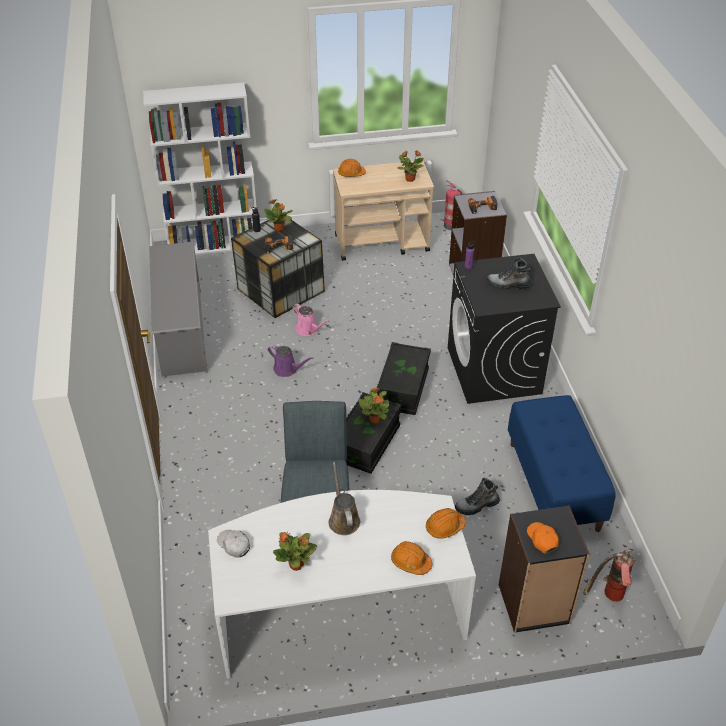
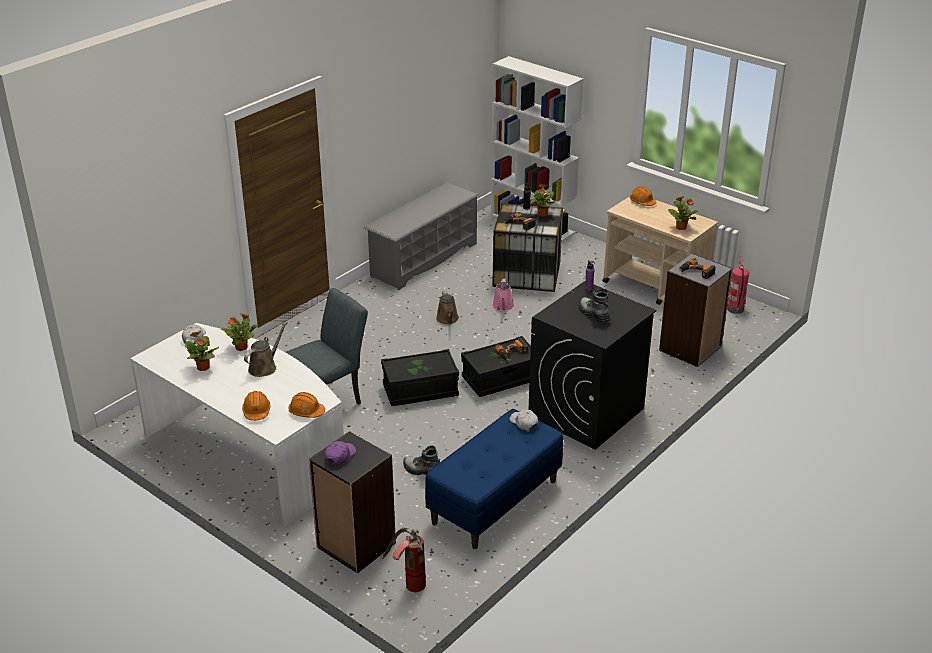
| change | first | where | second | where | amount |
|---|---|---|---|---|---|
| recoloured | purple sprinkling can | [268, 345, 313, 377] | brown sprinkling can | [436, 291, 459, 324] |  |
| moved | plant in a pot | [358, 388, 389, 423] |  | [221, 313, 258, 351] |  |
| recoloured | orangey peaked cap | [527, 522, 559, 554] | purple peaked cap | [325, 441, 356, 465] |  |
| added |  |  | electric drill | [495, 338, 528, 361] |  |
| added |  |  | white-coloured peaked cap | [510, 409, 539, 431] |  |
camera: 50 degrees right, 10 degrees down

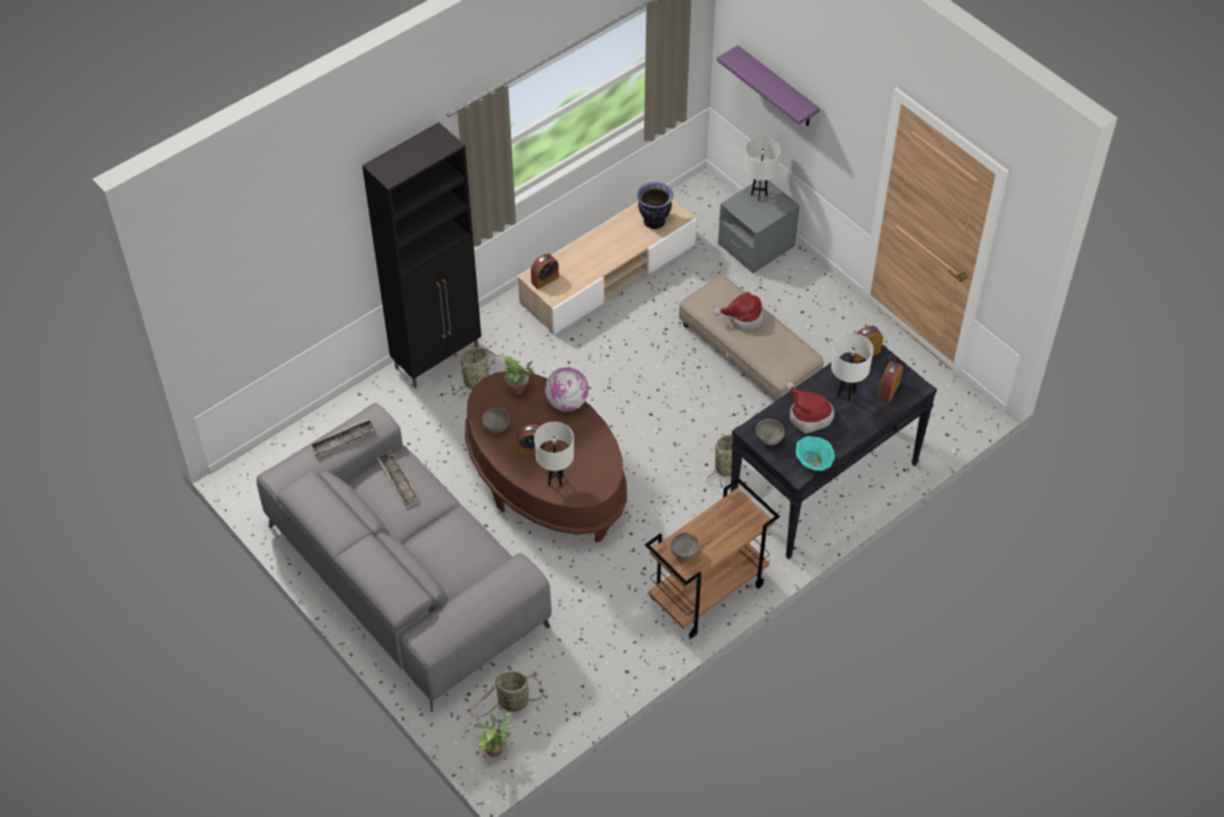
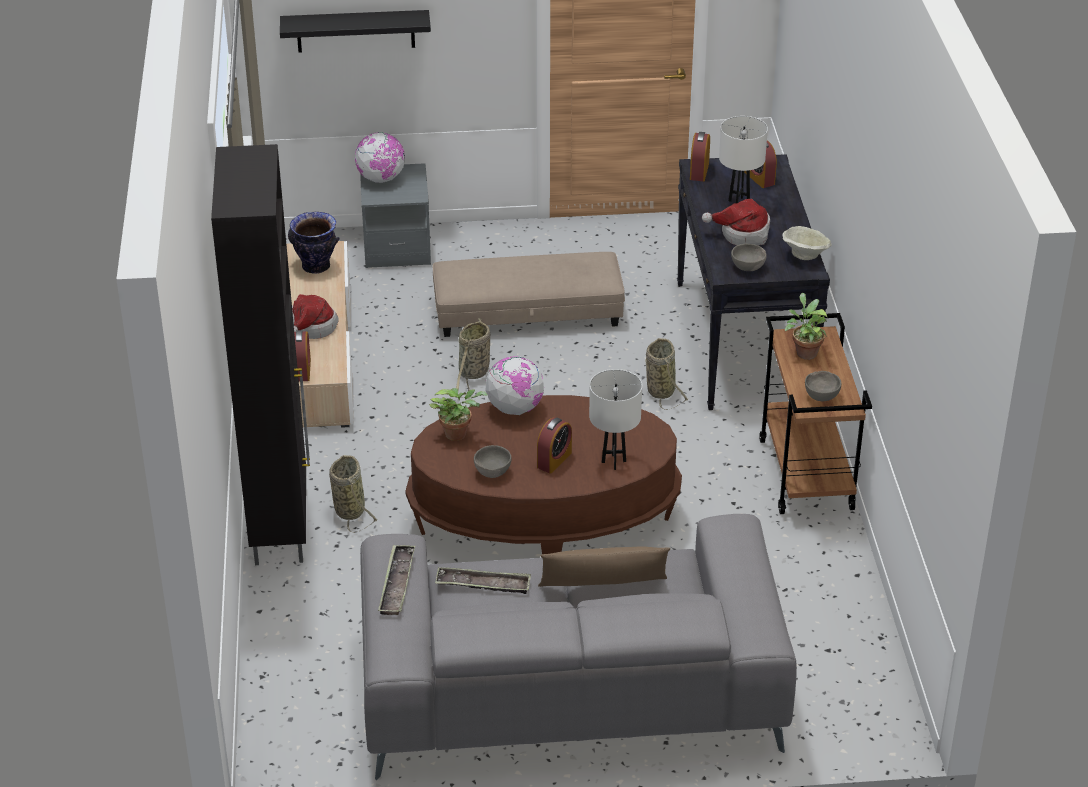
| change | first | where | second | where | amount |
|---|---|---|---|---|---|
| moved | storage basket | [468, 672, 544, 717] |  | [456, 318, 490, 398] |  |
| moved | plant in a pot | [474, 713, 514, 757] |  | [785, 293, 828, 360] |  |
| moved | wearable hat | [713, 292, 763, 331] |  | [292, 294, 339, 339] |  |
| recoloured | purple wall shelf | [717, 45, 820, 126] | black wall shelf | [280, 10, 431, 53] |  |
| replaced | white-coloured tabletop lamp | [744, 137, 781, 201] | world globe | [355, 132, 405, 183] |  |
| recoloured | turquoise serving bowl | [796, 436, 835, 471] | beige-coloured serving bowl | [783, 226, 832, 260] |  |
| added |  |  | brown throw pillow | [538, 547, 670, 587] |  |
camera: 55 degrees left, 15 degrees down

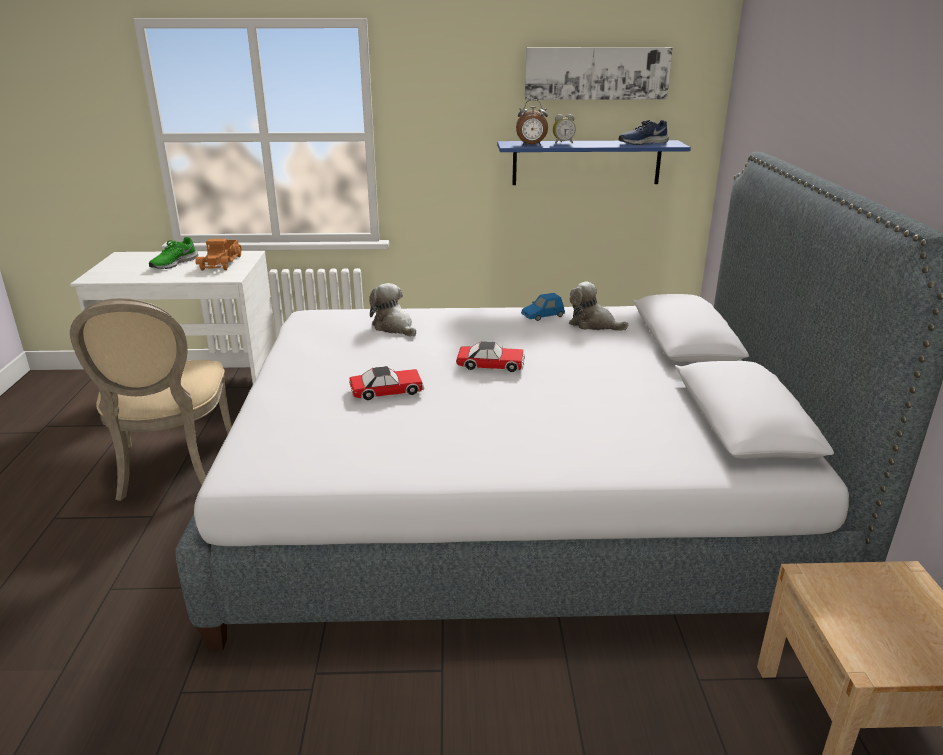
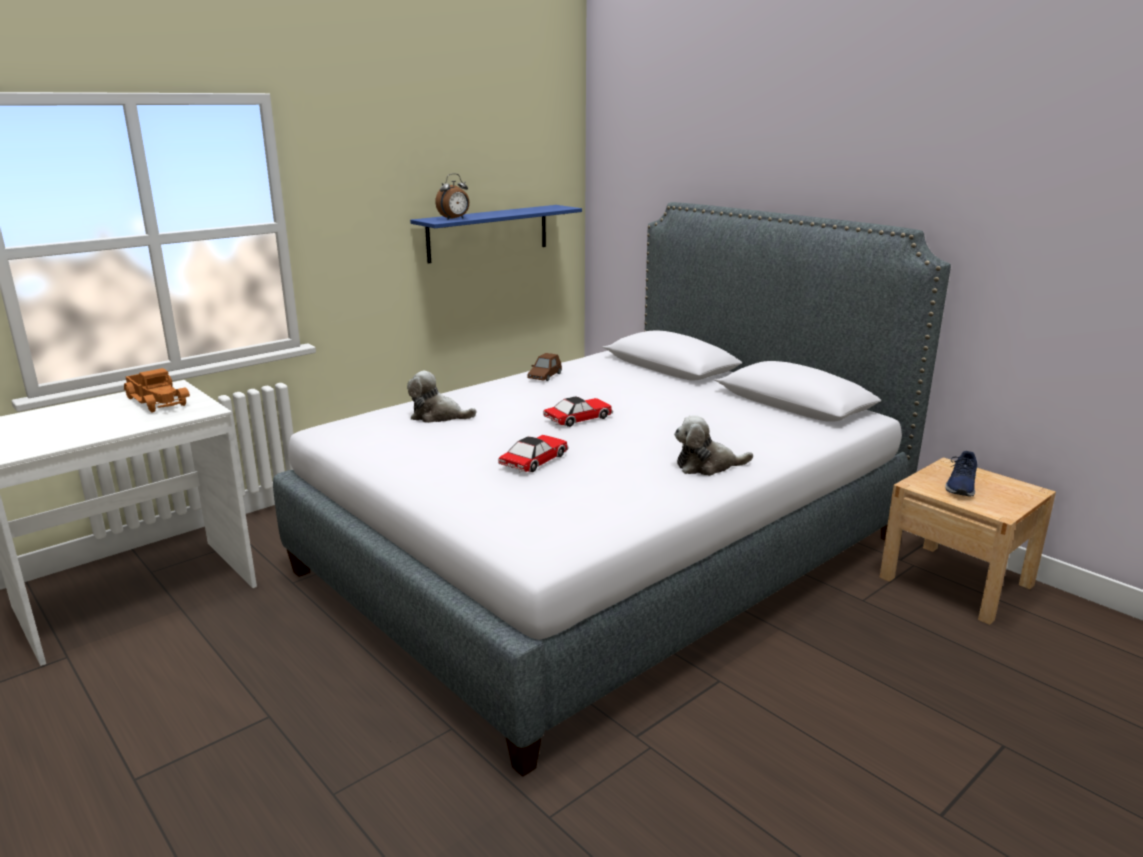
| change | first | where | second | where | amount |
|---|---|---|---|---|---|
| removed | beige-coloured upright chair | [70, 298, 232, 501] |  |  |  |
| removed | greenish low shoe | [149, 237, 198, 269] |  |  |  |
| recoloured | blue toy car | [521, 293, 565, 321] | brown toy car | [527, 353, 562, 381] |  |
| removed | wall picture | [525, 47, 673, 100] |  |  |  |
| removed | bedside clock | [553, 114, 576, 144] |  |  |  |
| moved | soft toy | [569, 281, 629, 331] |  | [674, 415, 753, 476] |  |
| moved | blue low shoe | [619, 120, 669, 145] |  | [945, 451, 977, 496] |  |
camera: 40 degrees left, 5 degrees down

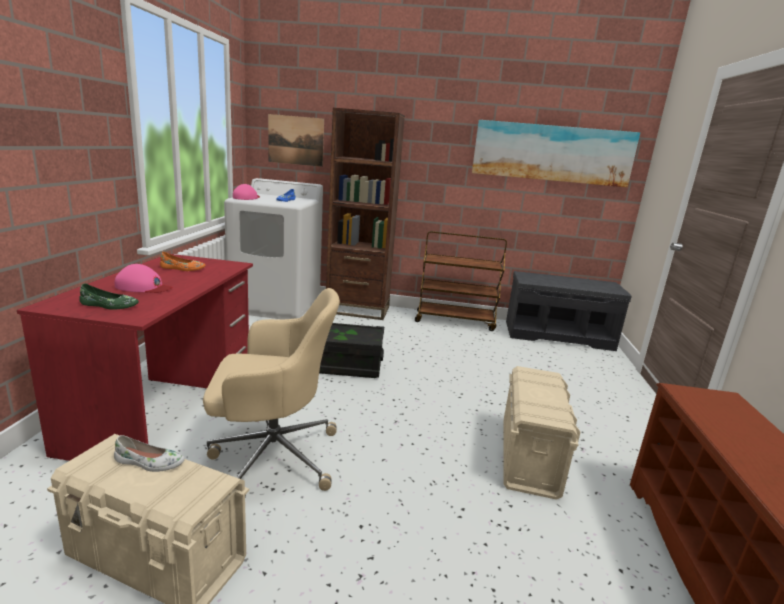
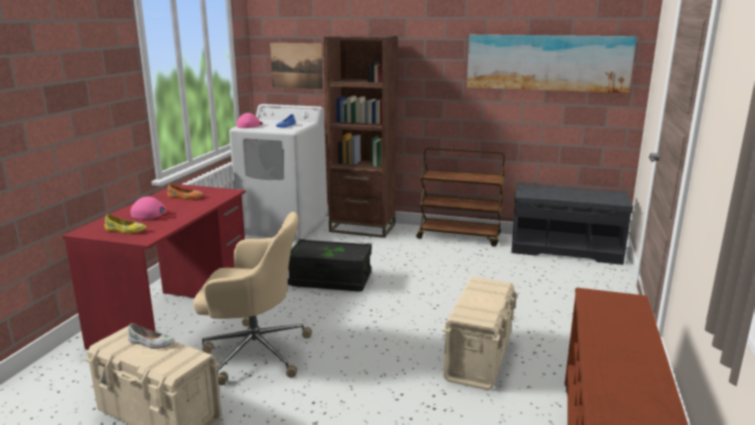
| change | first | where | second | where | amount |
|---|---|---|---|---|---|
| recoloured | greenish low shoe | [79, 284, 139, 310] | yellowish low shoe | [105, 214, 147, 234] |  |
camera: 10 degrees right, 0 degrees up

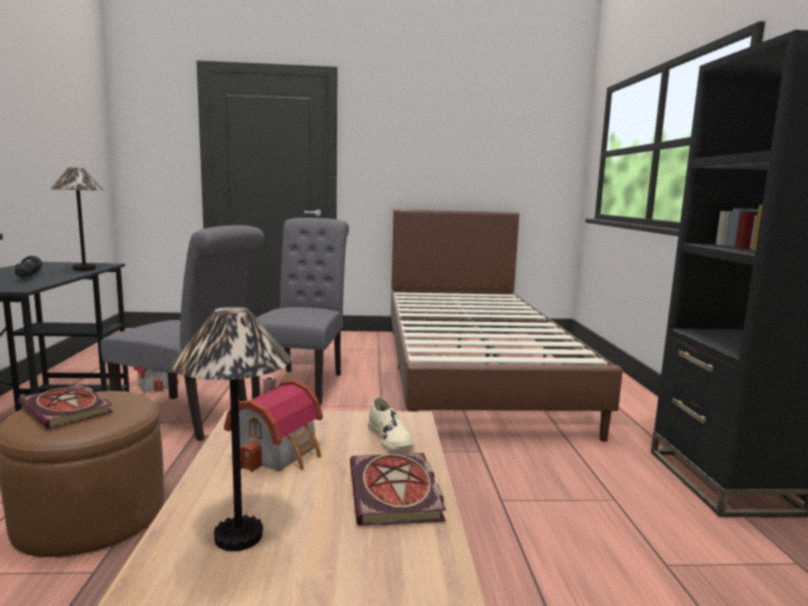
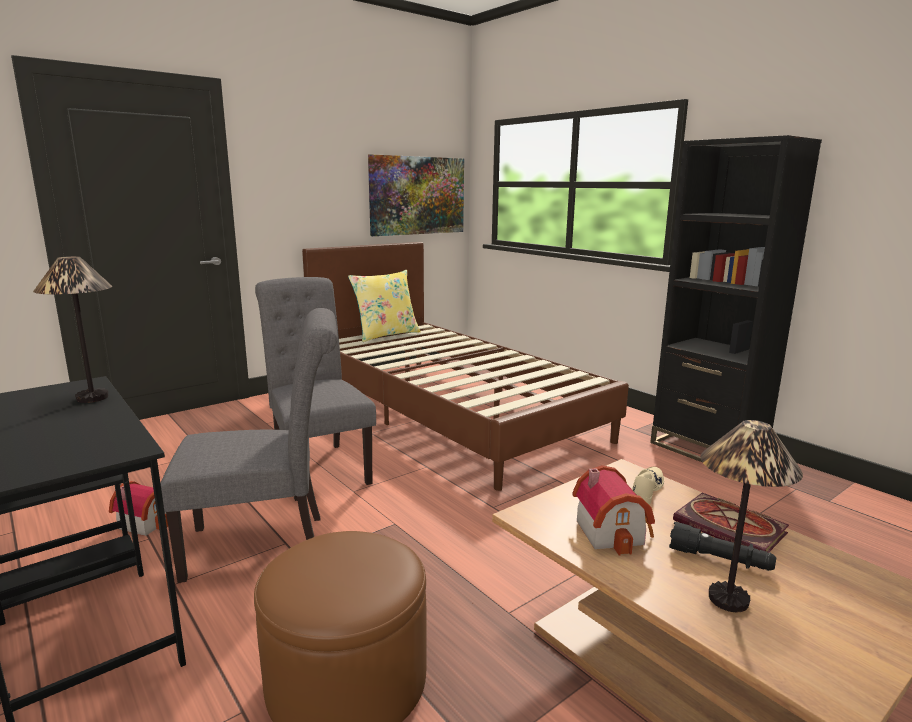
| change | first | where | second | where | amount |
|---|---|---|---|---|---|
| moved | black hand torch | [15, 256, 42, 277] |  | [669, 522, 776, 571] |  |
| removed | volume | [18, 384, 113, 429] |  |  |  |
| turned | beige-coloured low shoe | [368, 396, 414, 450] |  | [632, 467, 664, 504] | 90 degrees counterclockwise |
| added |  |  | yellowish throw pillow | [348, 270, 421, 342] |  |
| added |  |  | wall picture | [368, 154, 464, 236] |  |
camera: 35 degrees left, 5 degrees up

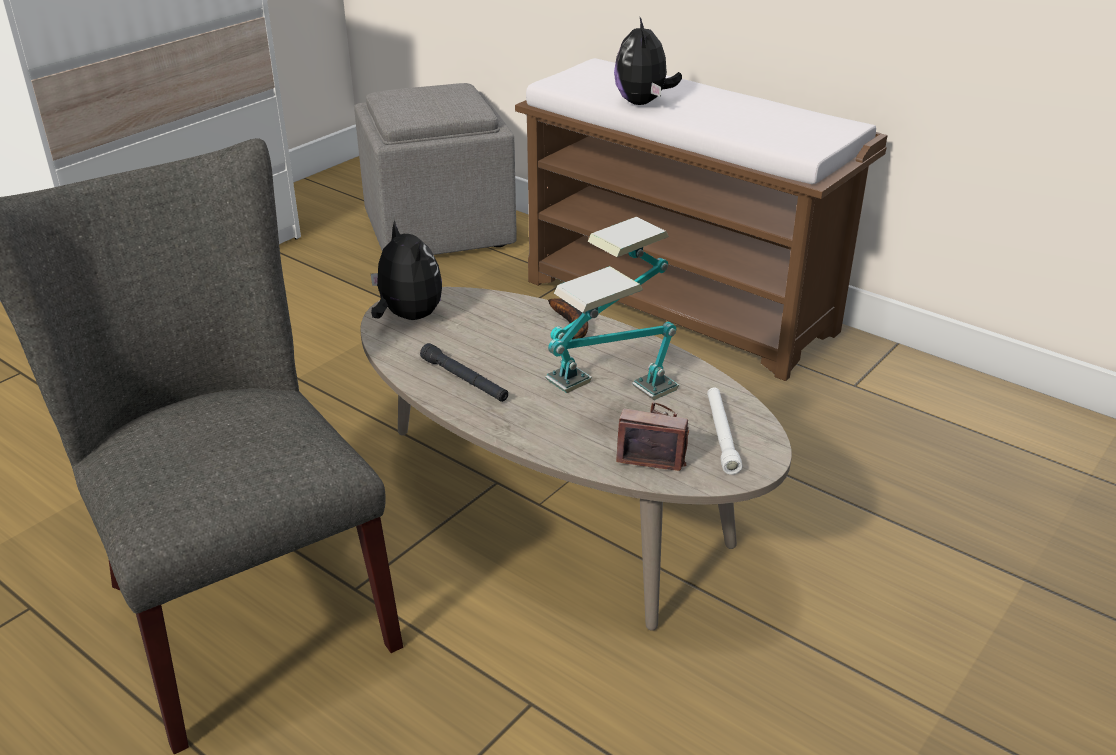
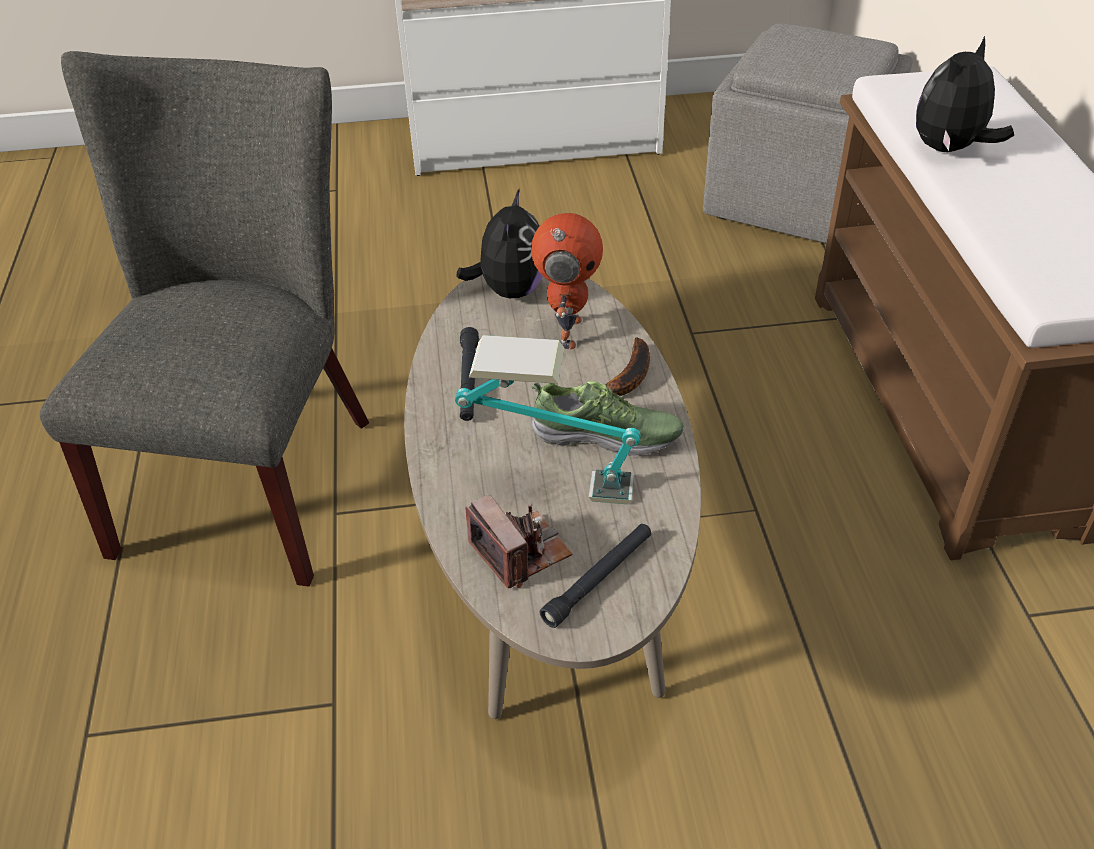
| change | first | where | second | where | amount |
|---|---|---|---|---|---|
| replaced | tabletop lamp | [545, 217, 669, 393] | low shoe | [531, 381, 684, 456] |  |
| recoloured | white-coloured hand torch | [707, 388, 742, 475] | black hand torch | [540, 524, 651, 628] |  |
| added |  |  | robot figure | [531, 213, 603, 349] |  |
camera: 45 degrees right, 10 degrees up

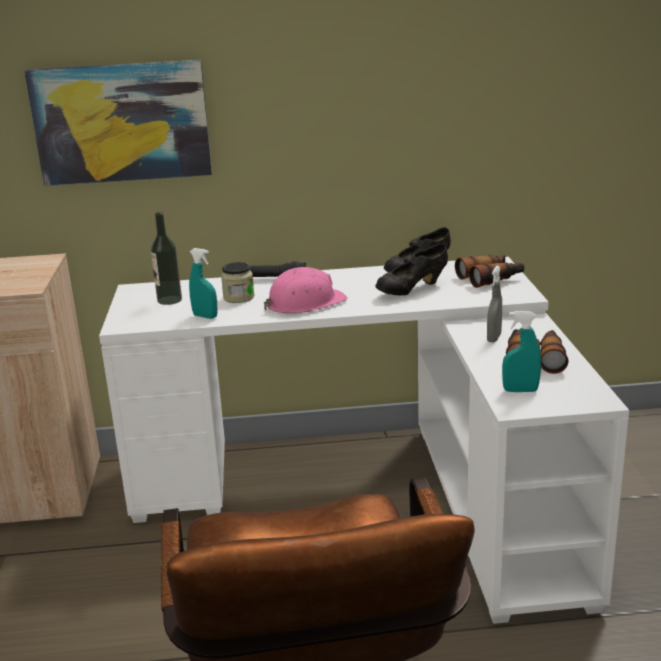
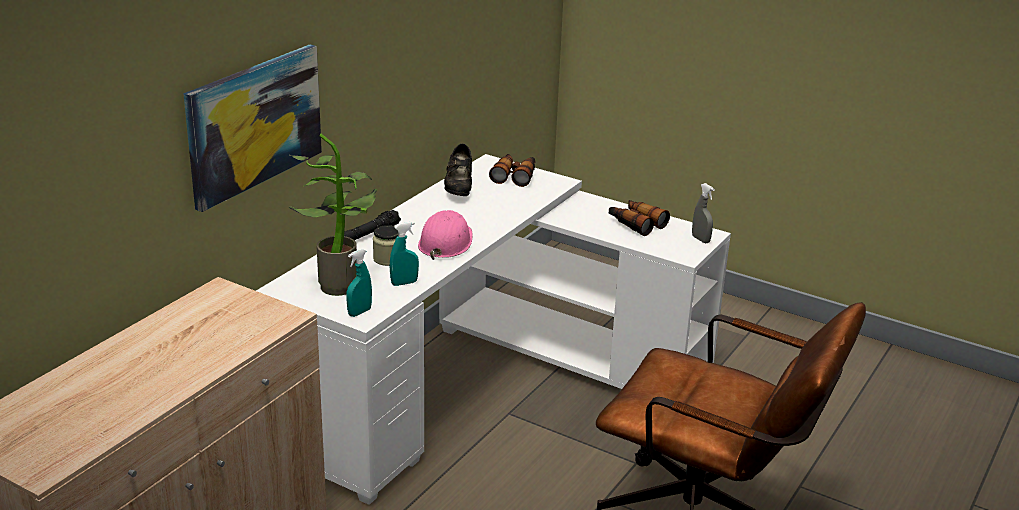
| change | first | where | second | where | amount |
|---|---|---|---|---|---|
| replaced | drink bottle | [151, 212, 182, 305] | plant in a pot | [289, 134, 377, 296] |  |
| removed | black low shoe | [376, 243, 448, 295] |  |  |  |
| moved | grey spray bottle | [487, 266, 502, 342] |  | [692, 183, 715, 243] |  |
| moved | turquoise spray bottle | [502, 311, 541, 392] |  | [347, 249, 372, 317] |  |
camera: 55 degrees left, 5 degrees up

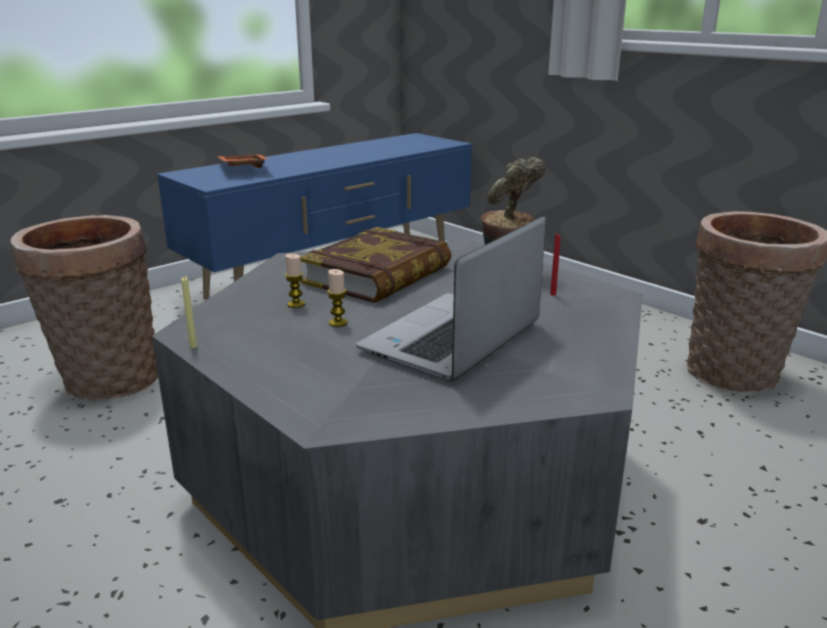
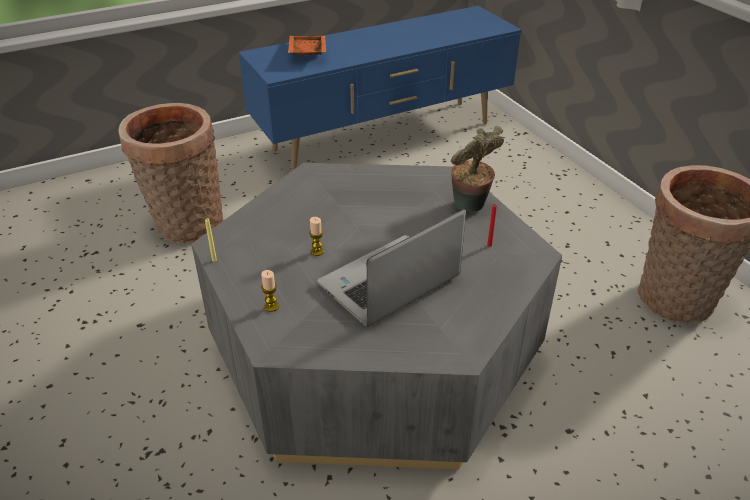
| change | first | where | second | where | amount |
|---|---|---|---|---|---|
| moved | candle | [285, 254, 305, 308] |  | [261, 270, 279, 312] |  |
| removed | volume | [300, 227, 452, 303] |  |  |  |
camera: 15 degrees right, 15 degrees up

